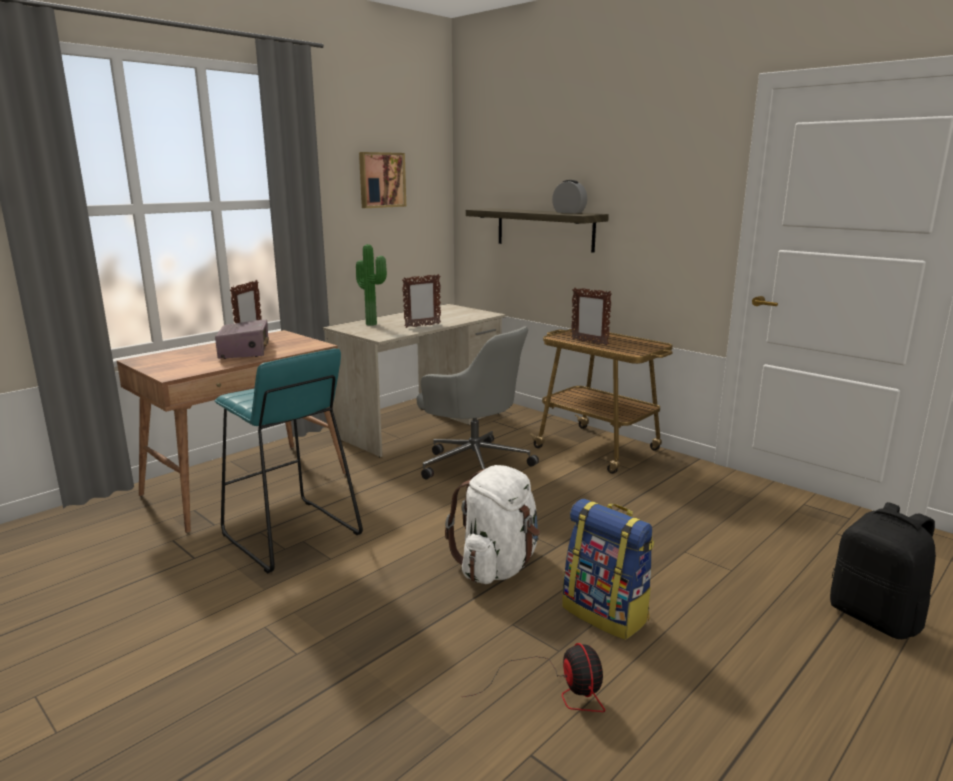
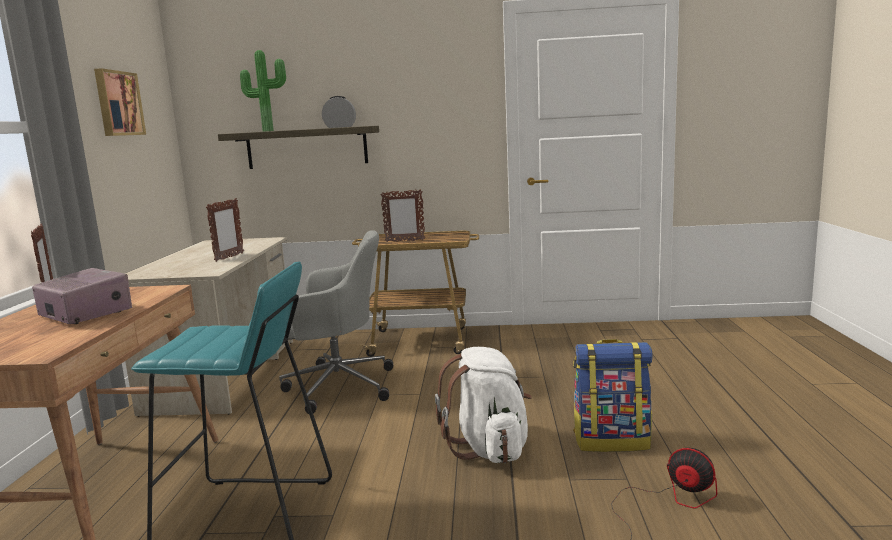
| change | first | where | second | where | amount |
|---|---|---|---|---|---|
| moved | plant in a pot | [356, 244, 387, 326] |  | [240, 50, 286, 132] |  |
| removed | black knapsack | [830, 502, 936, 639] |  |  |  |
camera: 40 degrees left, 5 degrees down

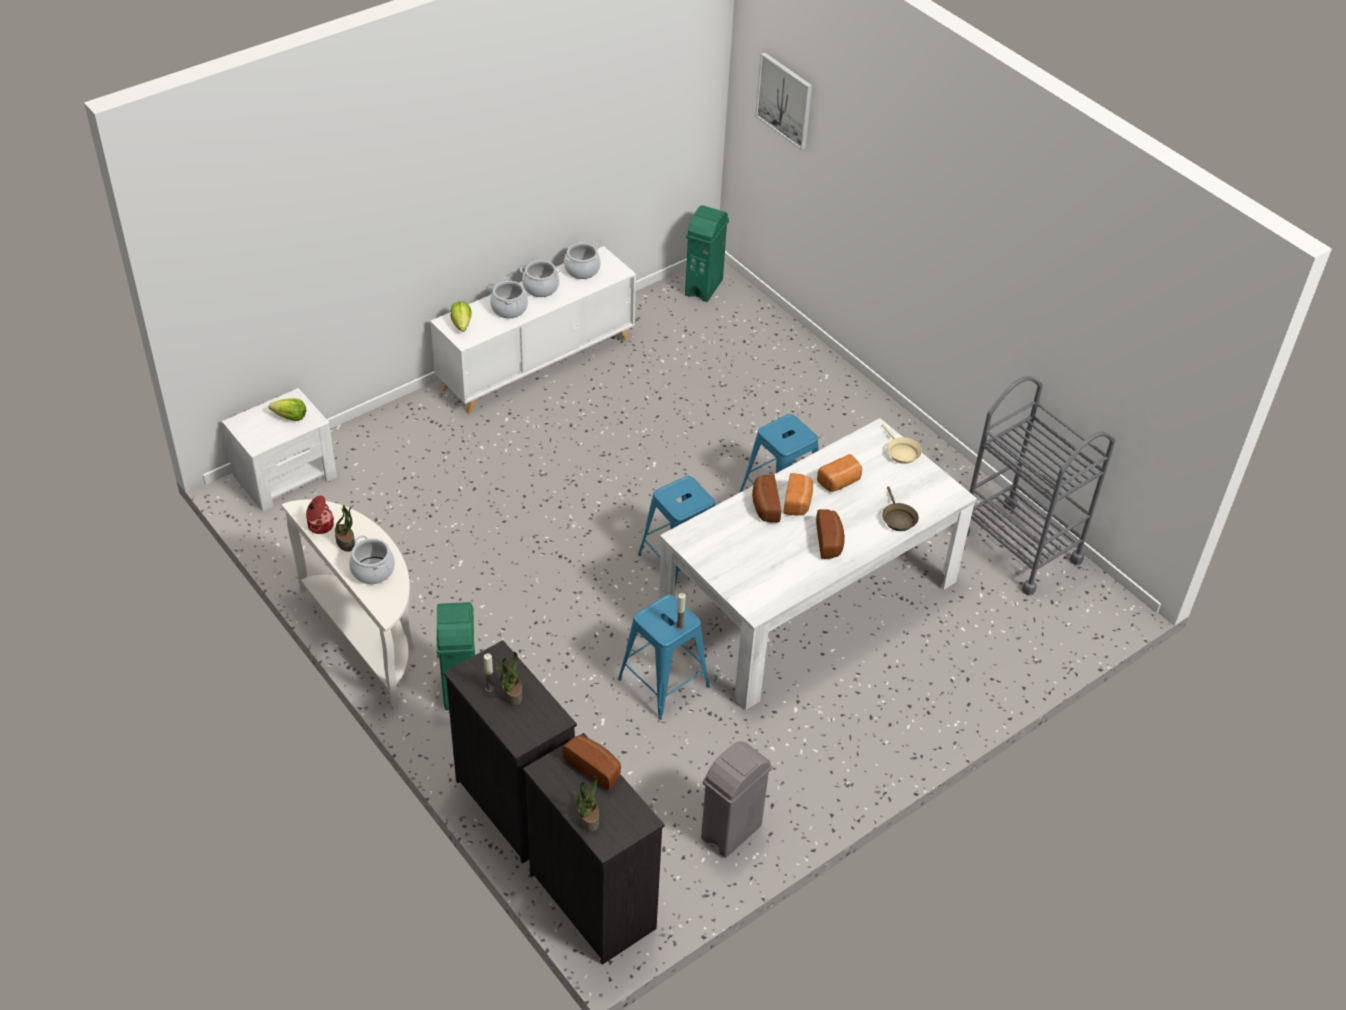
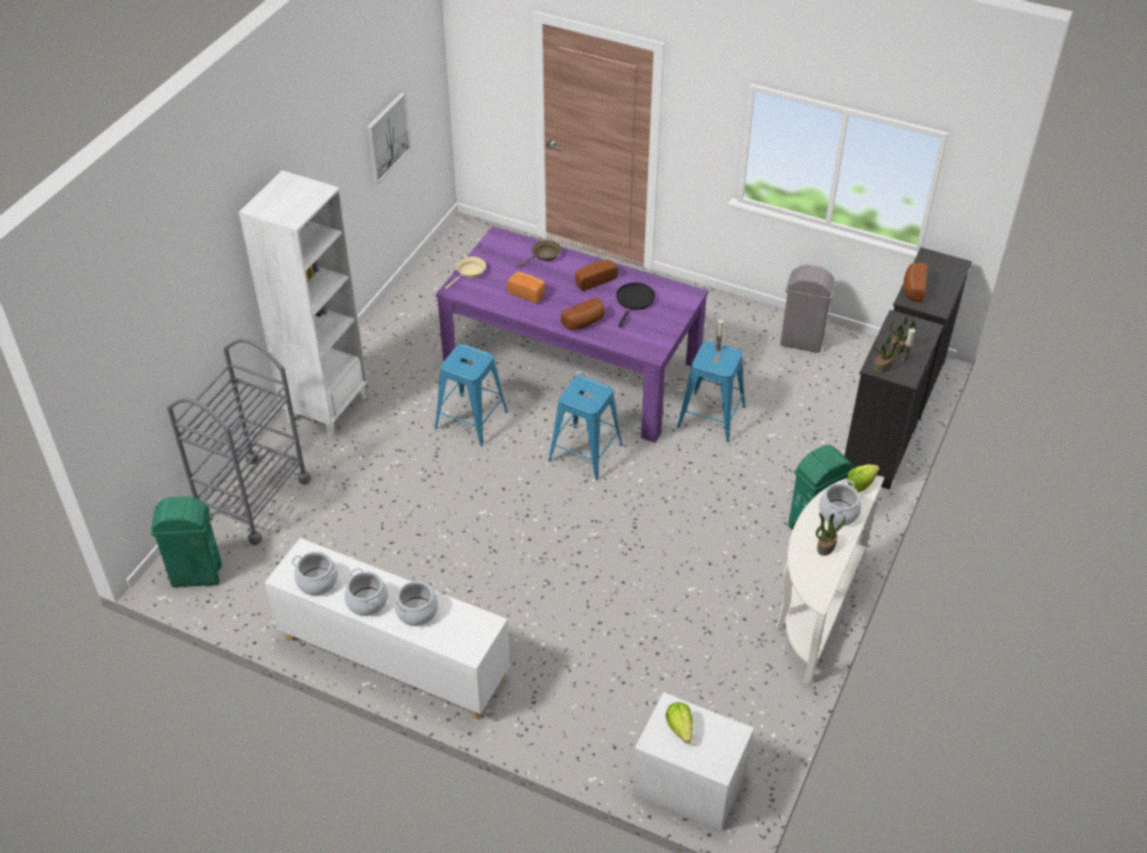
| change | first | where | second | where | amount |
|---|---|---|---|---|---|
| removed | stockpot | [306, 495, 334, 534] |  |  |  |
| moved | lettuce head | [451, 301, 472, 332] |  | [847, 464, 879, 493] |  |
| moved | plant in a pot | [573, 776, 599, 832] |  | [873, 334, 900, 373] |  |
| recoloured | white-coloured dining table | [659, 418, 977, 710] | purple dining table | [436, 226, 708, 443] |  |
| moved | wall picture | [755, 52, 812, 150] |  | [367, 92, 411, 184] |  |
| removed | bakery bread | [784, 473, 813, 516] |  |  |  |
| moved | grey wheeled cart | [966, 376, 1115, 596] |  | [167, 338, 311, 545] |  |
| added |  |  | white-coloured bookcase | [239, 170, 367, 439] |  |
| added |  |  | black frying pan | [616, 282, 655, 327] |  |
camera: 115 degrees left, 0 degrees up

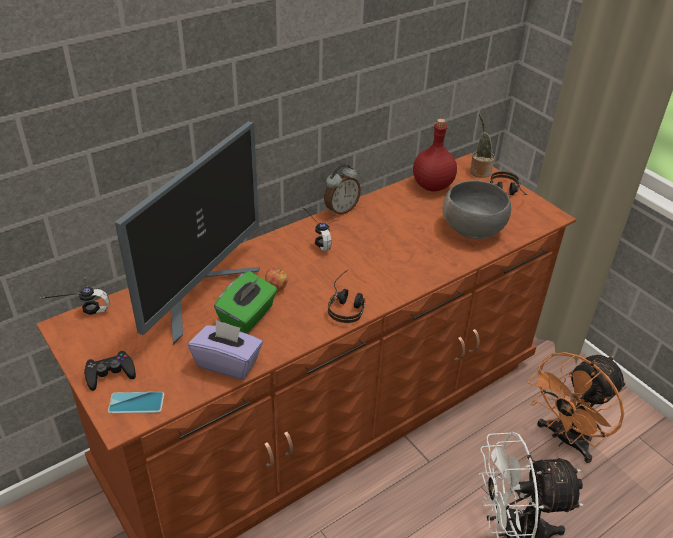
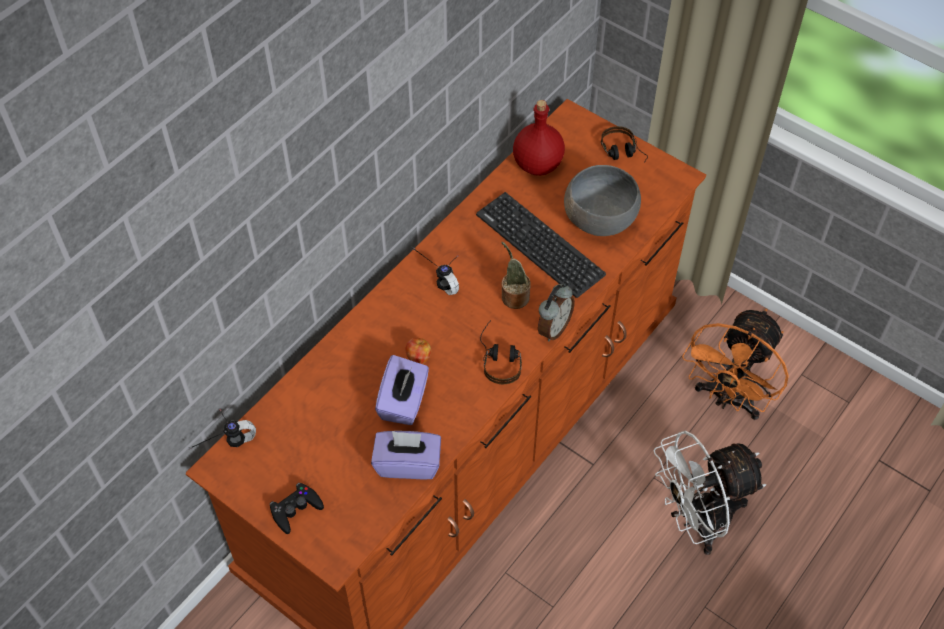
| change | first | where | second | where | amount |
|---|---|---|---|---|---|
| removed | telephone | [108, 392, 164, 414] |  |  |  |
| removed | monitor | [115, 121, 260, 345] |  |  |  |
| recoloured | greenish tissue box | [214, 271, 277, 334] | purple tissue box | [375, 355, 429, 425] |  |
| moved | bedside clock | [324, 164, 361, 216] |  | [538, 283, 575, 341] |  |
| moved | plant in a pot | [470, 114, 494, 178] |  | [501, 242, 531, 309] |  |
| added |  |  | keyboard | [476, 192, 606, 298] |  |
camera: 15 degrees left, 15 degrees up

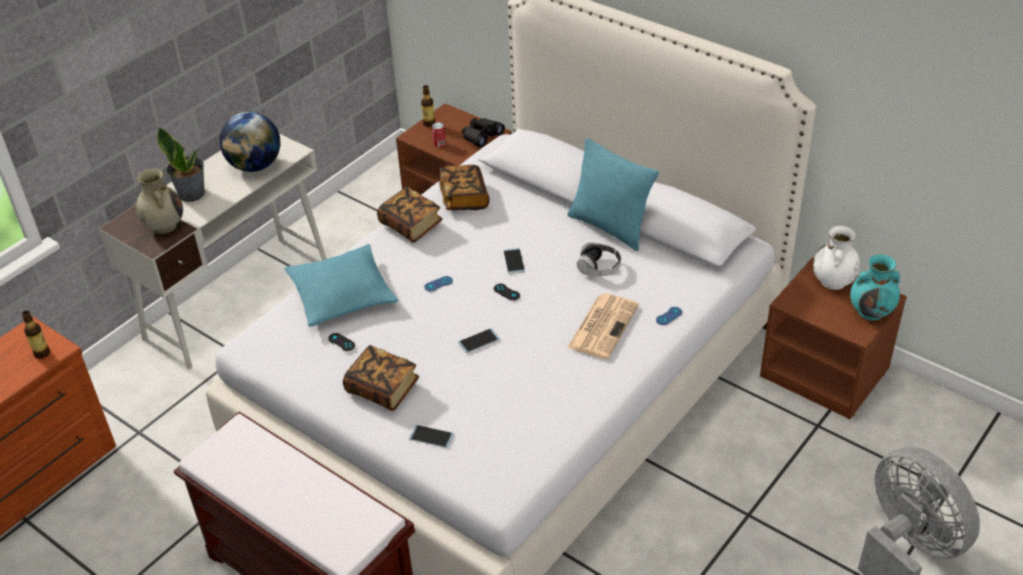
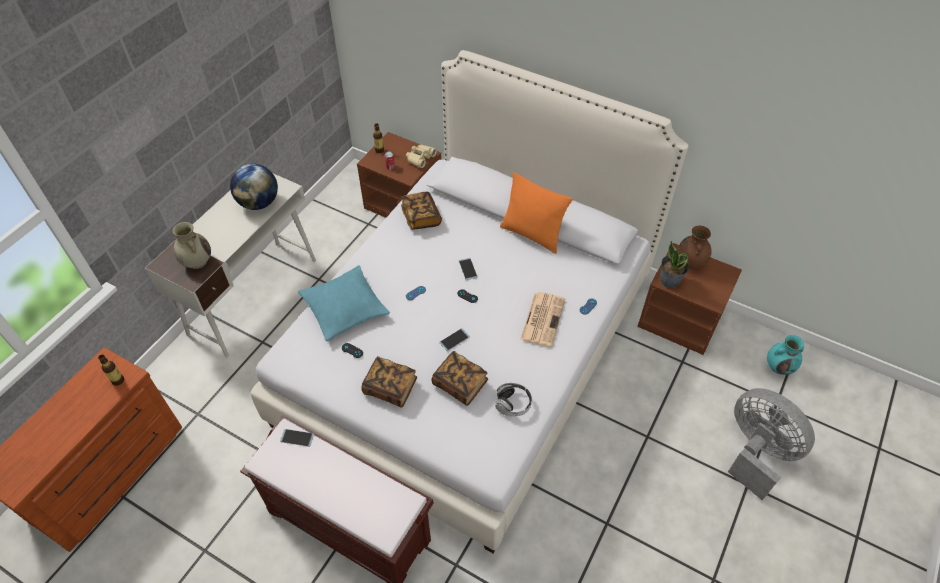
| change | first | where | second | where | amount |
|---|---|---|---|---|---|
| moved | plant in a pot | [157, 127, 205, 202] |  | [660, 241, 690, 288] |  |
| moved | volume | [377, 187, 443, 243] |  | [432, 351, 488, 406] |  |
| moved | telephone | [409, 425, 454, 448] |  | [280, 429, 314, 447] |  |
| recoloured | black pair of binoculars | [462, 118, 505, 147] | beige-coloured pair of binoculars | [406, 145, 437, 168] |  |
| recoloured | turquoise throw pillow | [567, 138, 659, 251] | orangey throw pillow | [500, 172, 573, 254] |  |
| moved | headphones | [577, 242, 621, 276] |  | [495, 383, 532, 416] |  |
| recoloured | white-coloured flower vase | [813, 226, 860, 290] | brown flower vase | [678, 226, 711, 269] |  |
| moved | turquoise flower vase | [850, 254, 900, 320] |  | [767, 335, 804, 375] |  |
camera: 10 degrees left, 10 degrees up

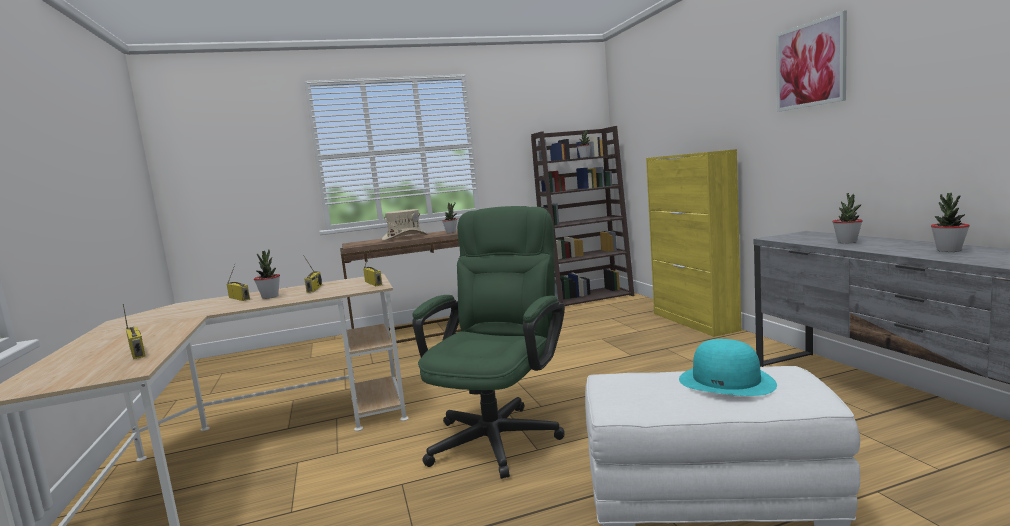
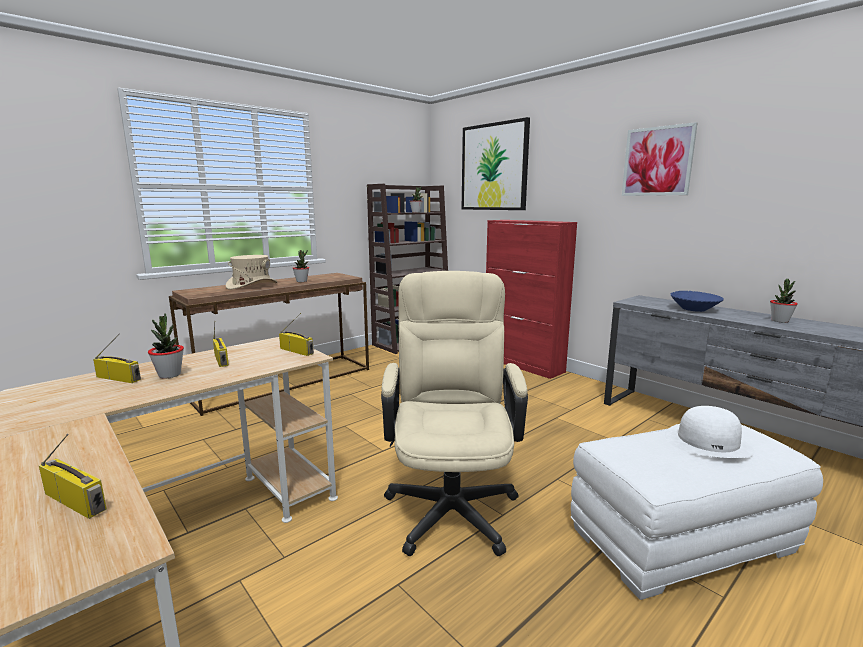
| change | first | where | second | where | amount |
|---|---|---|---|---|---|
| recoloured | greenish office chair | [412, 206, 565, 479] | beige-coloured office chair | [381, 271, 528, 556] |  |
| recoloured | yellowish cabinet | [646, 149, 741, 337] | reddish cabinet | [486, 220, 577, 379] |  |
| recoloured | turquoise wearable hat | [679, 339, 777, 396] | white-coloured wearable hat | [665, 406, 755, 458] |  |
| replaced | plant in a pot | [832, 193, 863, 244] | blue serving bowl | [671, 291, 724, 312] |  |
| added |  |  | wall picture | [462, 117, 530, 210] |  |
camera: 25 degrees left, 5 degrees up

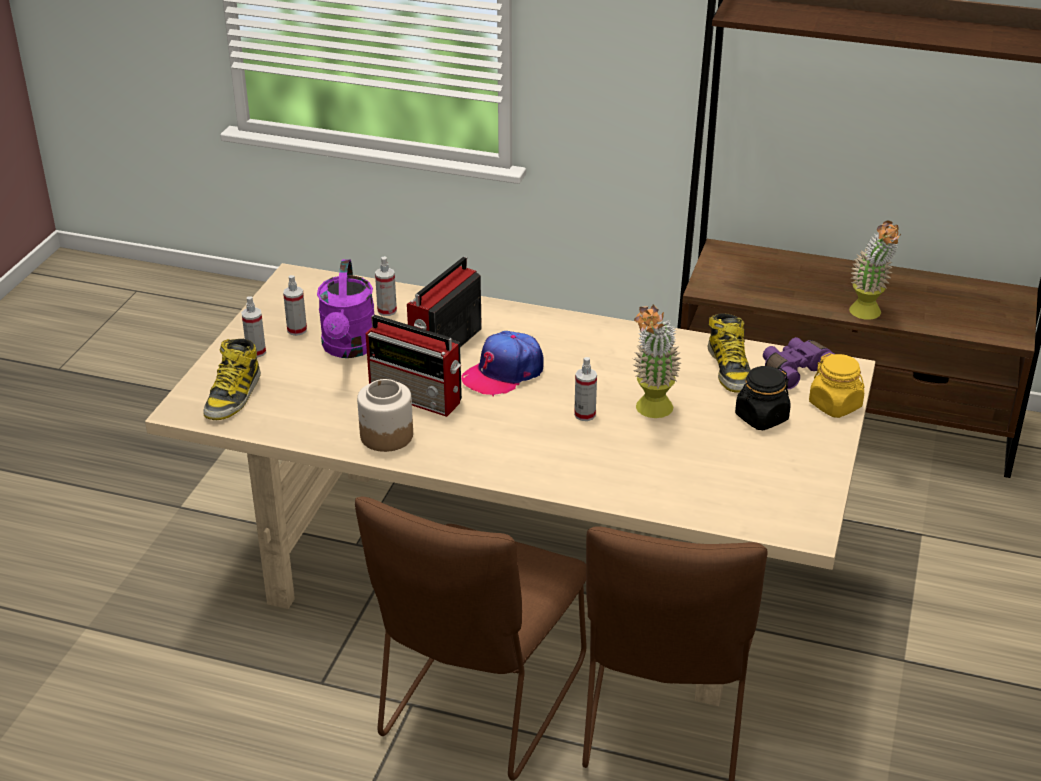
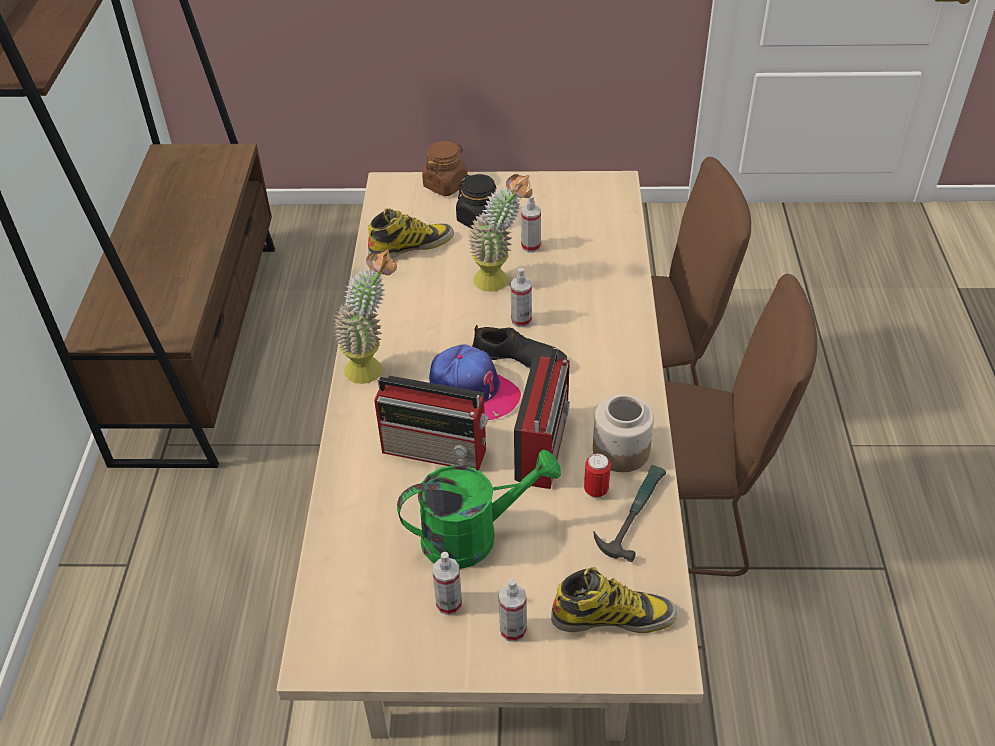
| change | first | where | second | where | amount |
|---|---|---|---|---|---|
| recoloured | purple sprinkling can | [317, 259, 374, 358] | greenish sprinkling can | [397, 449, 561, 569] |  |
| moved | spray bottle | [375, 256, 397, 316] |  | [521, 195, 541, 252] |  |
| removed | purple pair of binoculars | [763, 337, 834, 389] |  |  |  |
| recoloured | yellowish jar | [809, 353, 864, 418] | brown jar | [422, 141, 468, 196] |  |
| moved | plant in a pot | [849, 221, 901, 320] |  | [333, 249, 397, 384] |  |
| added |  |  | black low shoe | [472, 325, 567, 368] |  |
| added |  |  | can | [584, 453, 611, 498] |  |
| added |  |  | tool hammer | [593, 465, 666, 562] |  |
camera: 105 degrees left, 10 degrees up

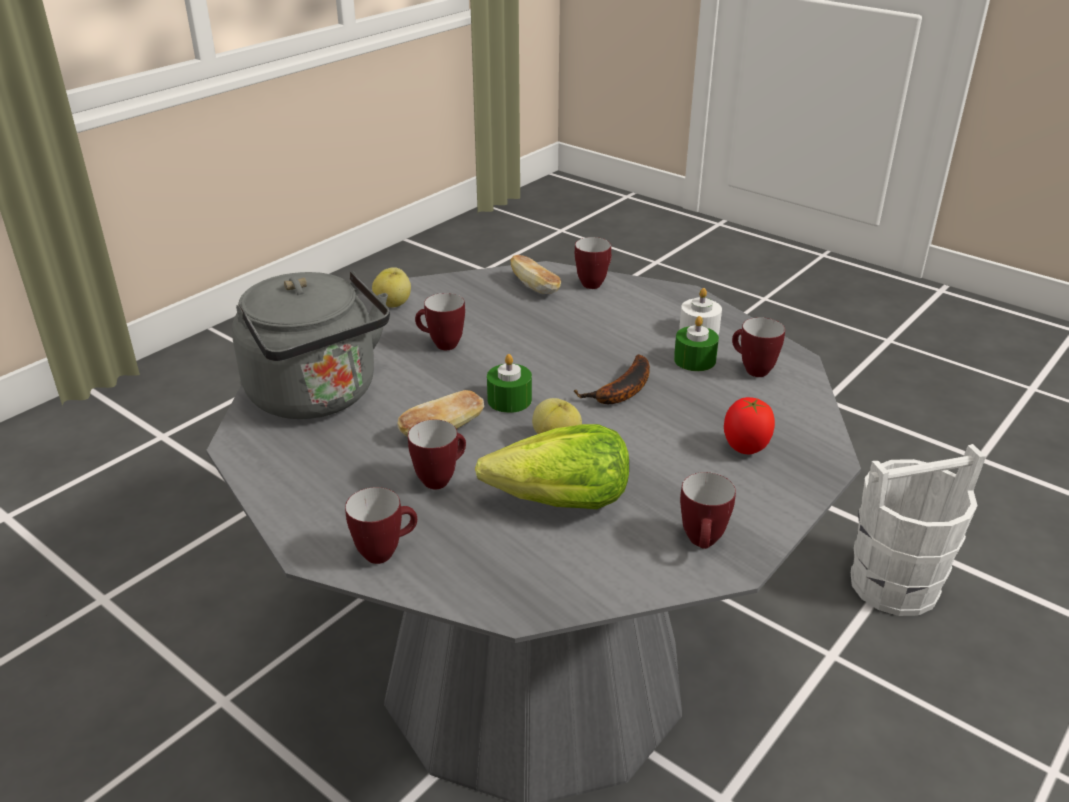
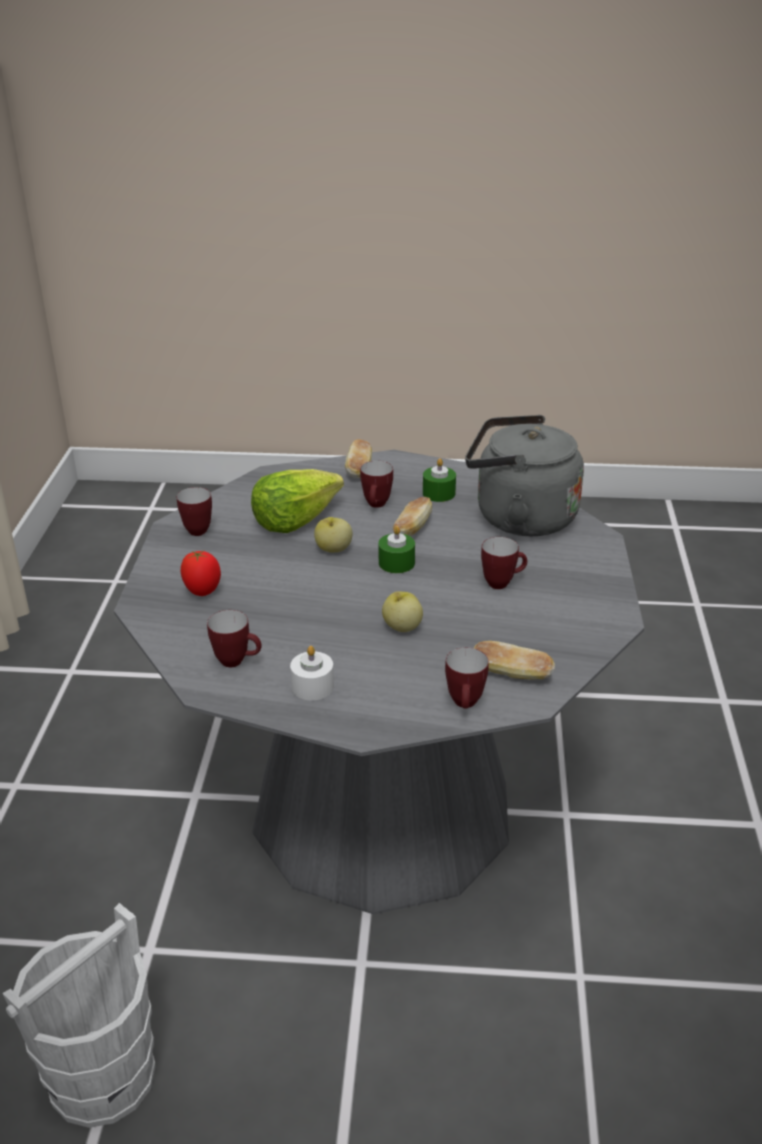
| change | first | where | second | where | amount |
|---|---|---|---|---|---|
| replaced | tea mug | [345, 487, 417, 564] | bakery bread | [345, 439, 372, 478] |  |
| moved | apple | [372, 267, 411, 308] |  | [382, 591, 423, 632] |  |
| removed | whole banana | [574, 354, 650, 404] |  |  |  |
| moved | greenish candle | [674, 316, 719, 371] |  | [423, 458, 456, 502] |  |
camera: 145 degrees right, 0 degrees up

